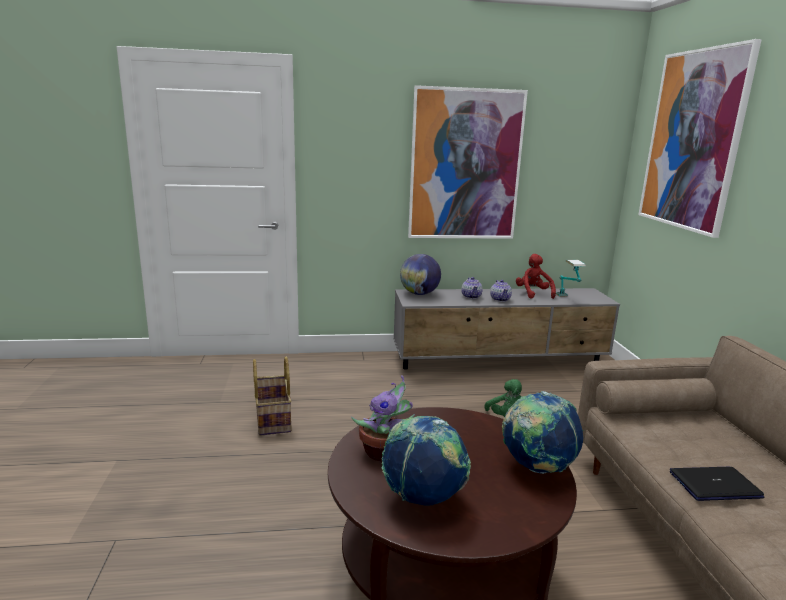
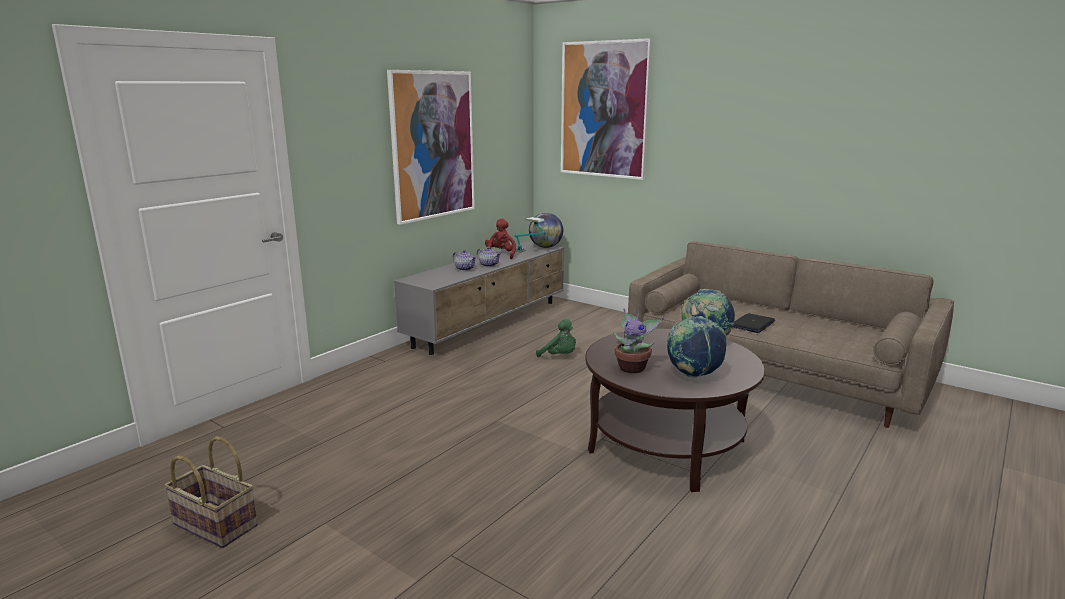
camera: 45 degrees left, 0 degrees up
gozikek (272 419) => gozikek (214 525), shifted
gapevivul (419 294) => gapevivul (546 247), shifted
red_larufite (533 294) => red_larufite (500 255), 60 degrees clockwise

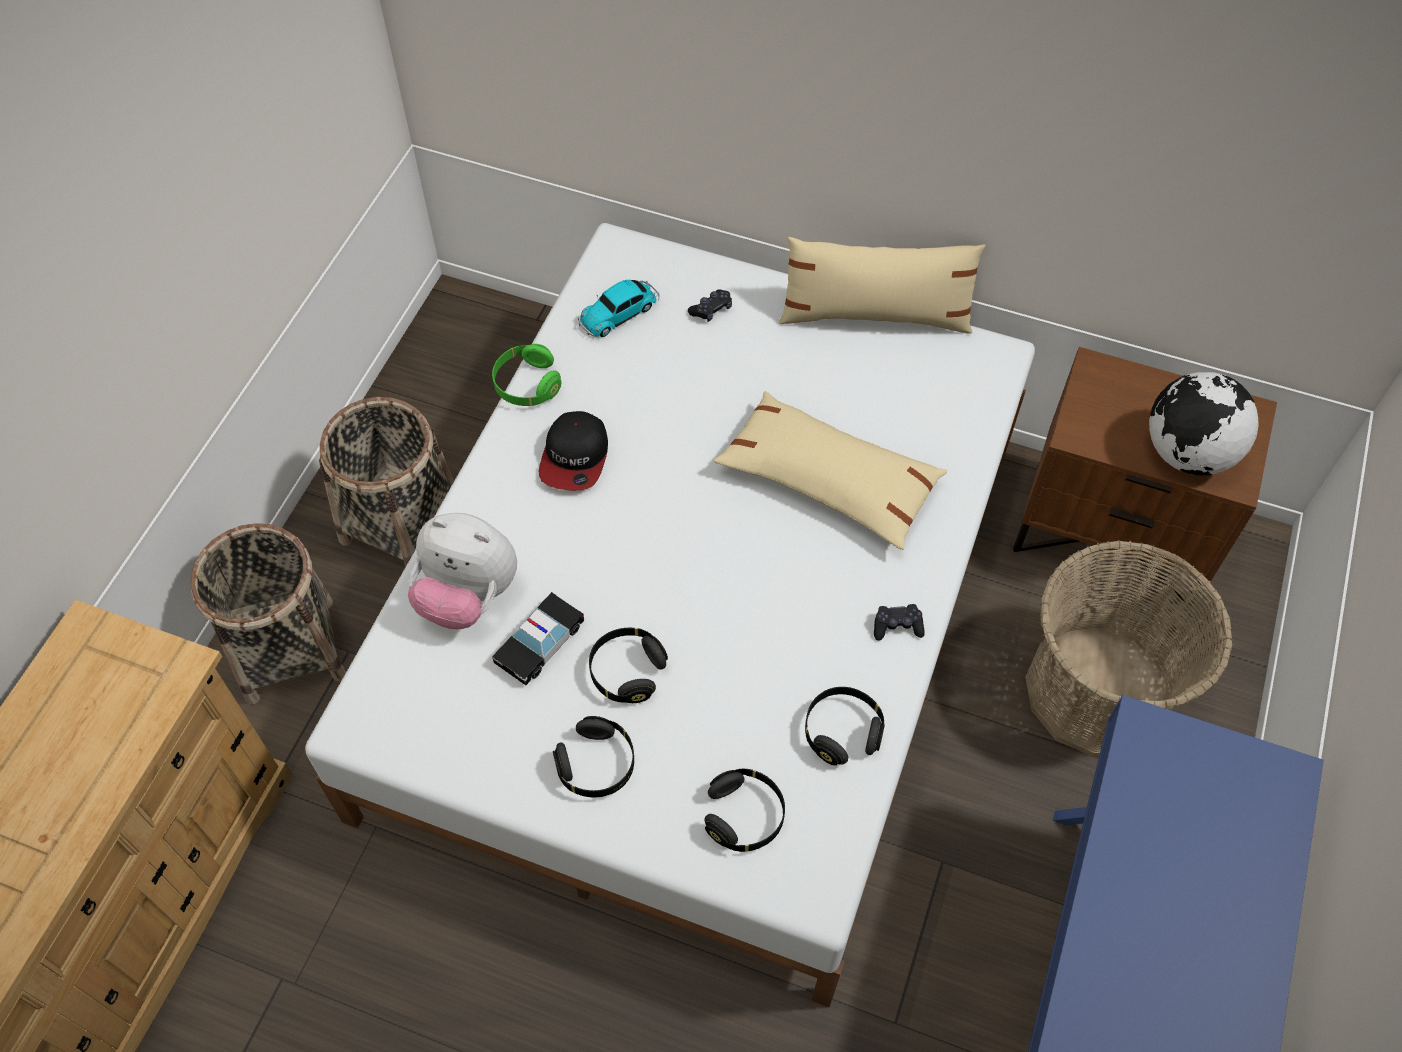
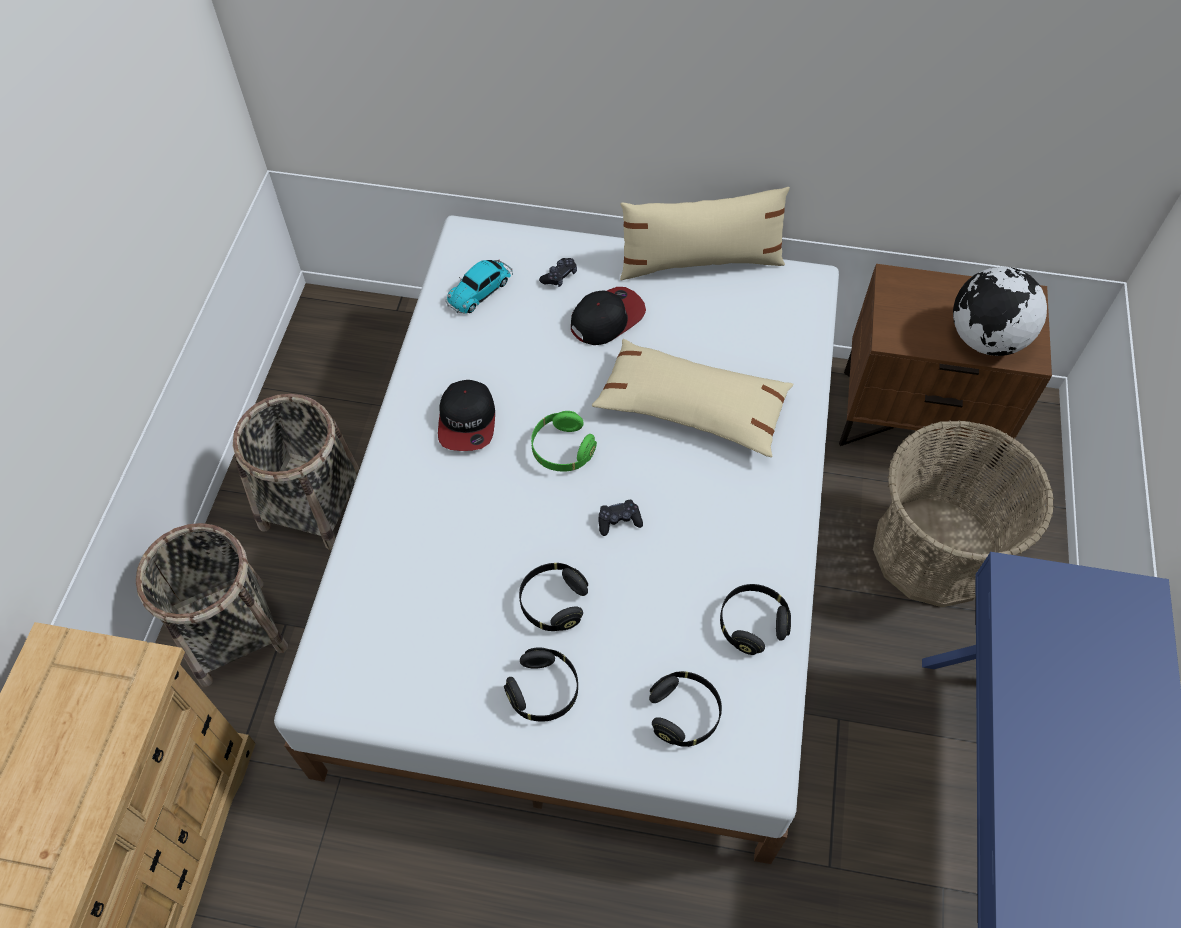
camera: 10 degrees left, 0 degrees up
larufite (467 596) => nothing
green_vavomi (527 385) => green_vavomi (562 450), shifted
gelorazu (539 644) => nothing
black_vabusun (897 626) => black_vabusun (619 521), shifted
nothing => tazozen (607 318)

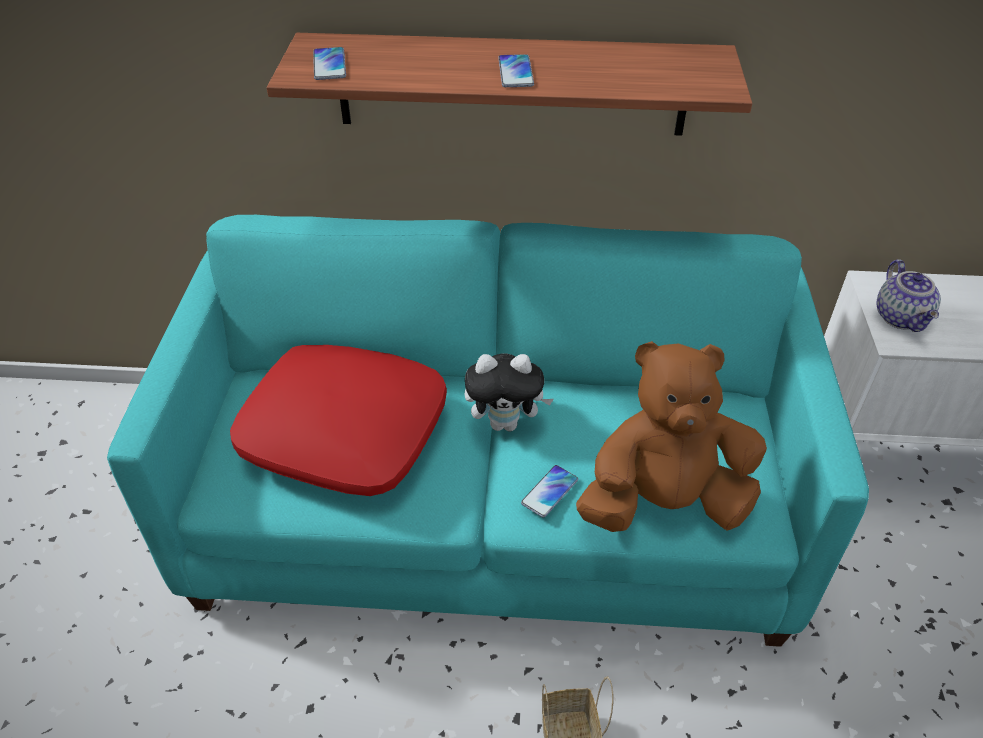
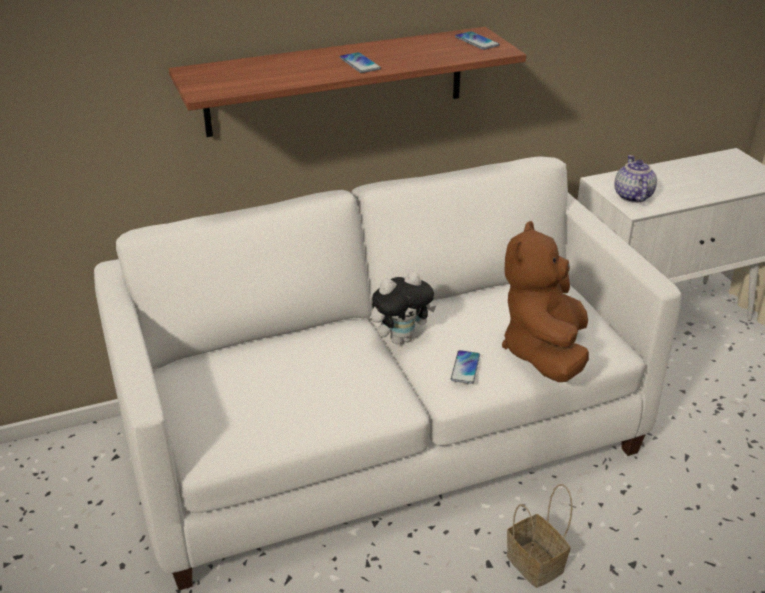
camera: 25 degrees left, 10 degrees down
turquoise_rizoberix (493 512) => white_rizoberix (383 438)
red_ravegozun (346 430) => nothing
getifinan (329 65) => getifinan (476 41), shifted
brown_larufite (664 502) => brown_larufite (544 352), 45 degrees counterclockwise
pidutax (902 318) => pidutax (631 196), 150 degrees counterclockwise

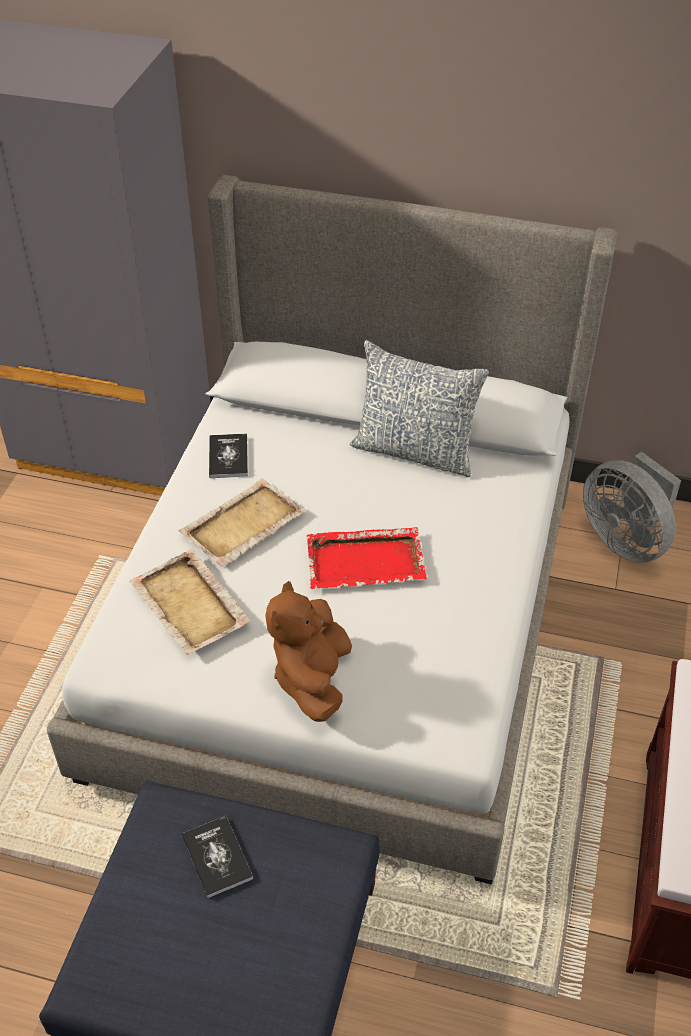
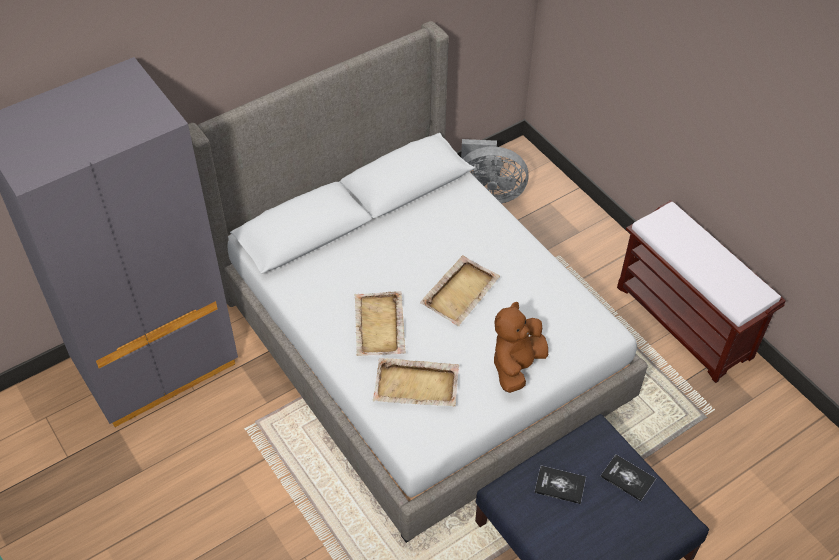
camera: 50 degrees left, 5 degrees up
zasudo (228 457) => zasudo (627 478), shifted
brown_larufite (312 679) => brown_larufite (516 366), 75 degrees clockwise
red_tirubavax (366 561) => beige_tirubavax (460 291)
ravegozun (415 451) => nothing

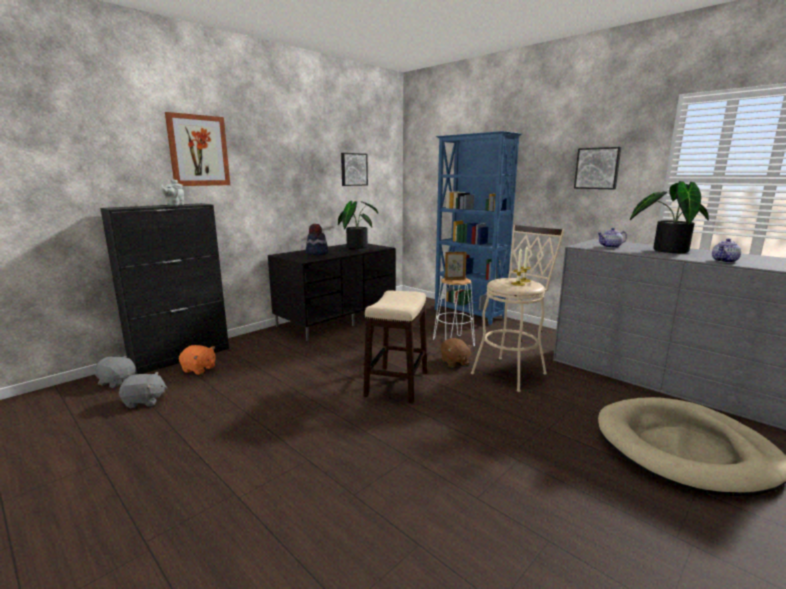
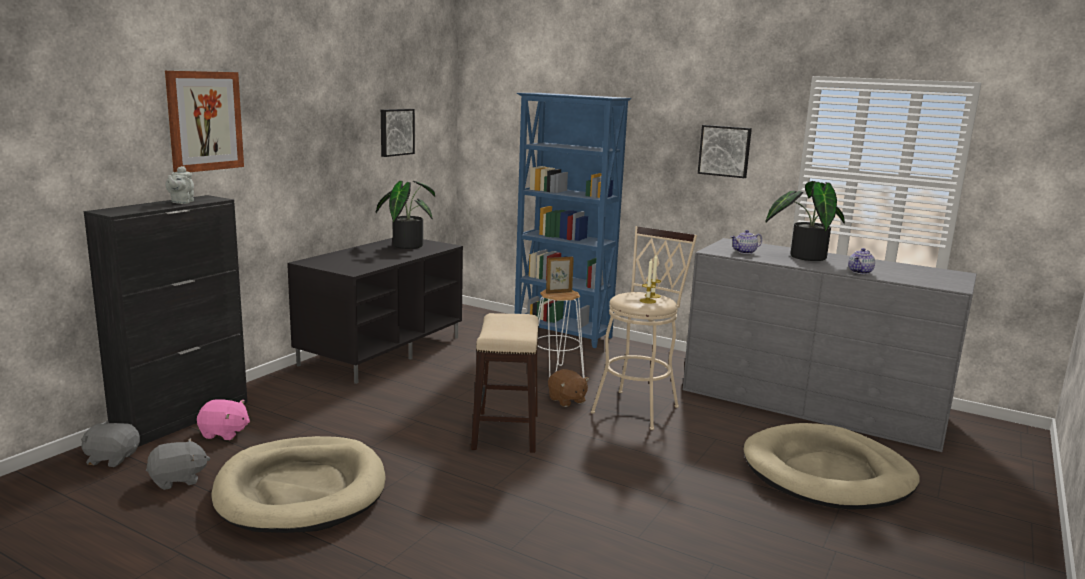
camera: 15 degrees left, 0 degrees up
orange_larufite (199 369) => pink_larufite (224 433)
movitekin (317 253) => nothing
nothing => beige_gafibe (301 490)

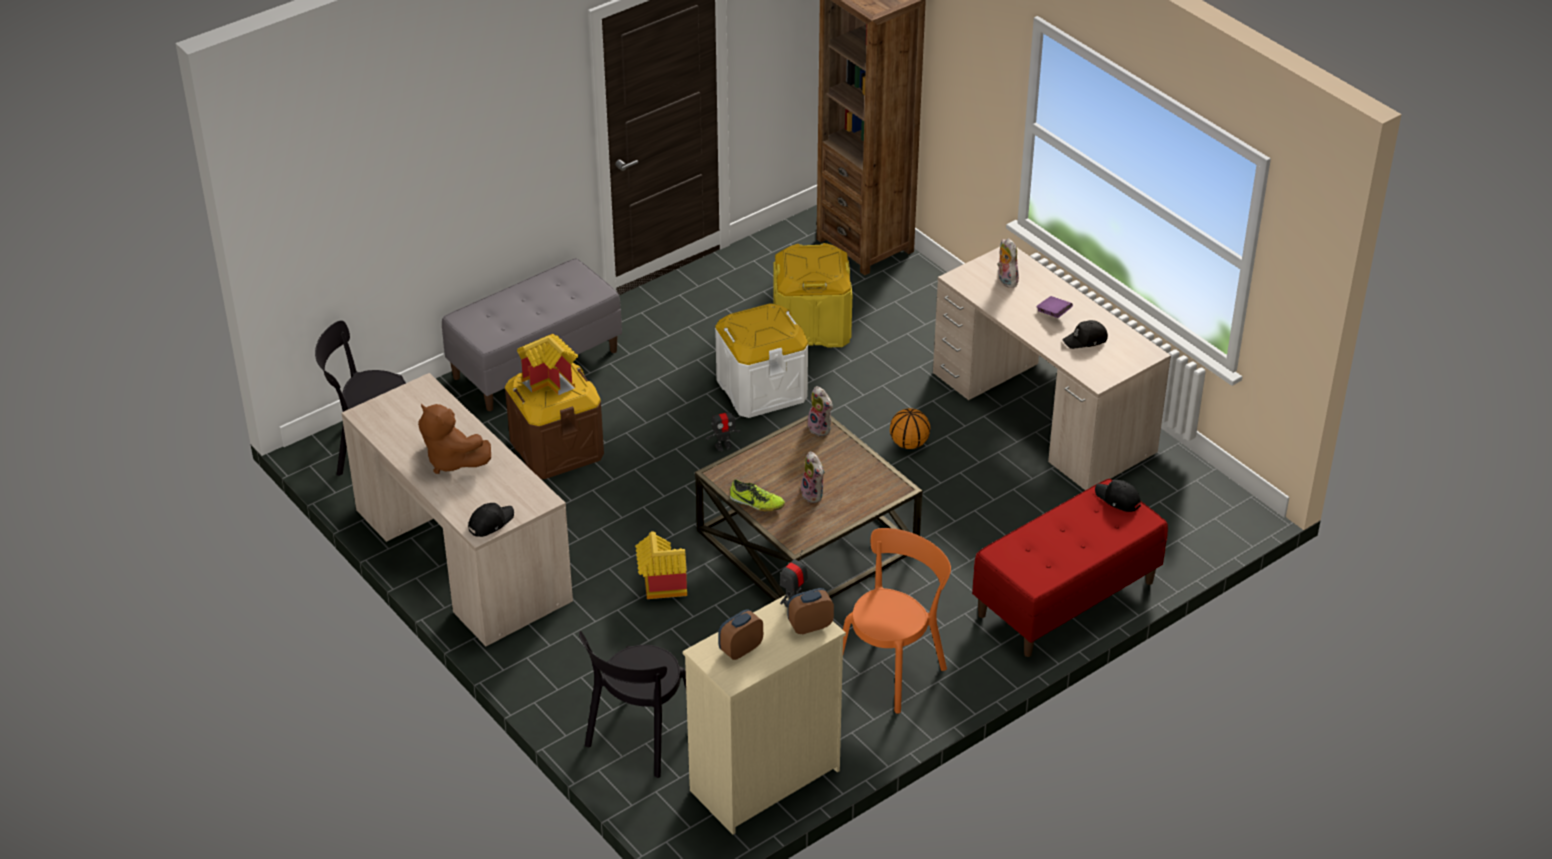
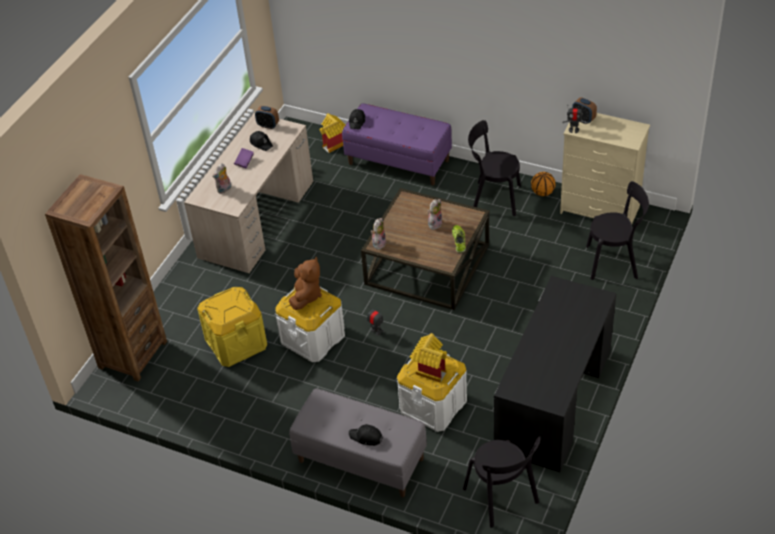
camera: 115 degrees left, 5 degrees up
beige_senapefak (463 554) => black_senapefak (553 399)
brown_larufite (452 461) => brown_larufite (306 296), shifted
black_tazozen (490 522) => black_tazozen (366 437), shifted
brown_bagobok (556 448) => white_bagobok (433 405)
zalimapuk (659 586) => zalimapuk (335 144), shifted
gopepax (740 649) => gopepax (268 125), shifted
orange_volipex (893 668) => black_volipex (493 198)
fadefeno (909 444) => fadefeno (543 192), shifted
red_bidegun (1066 599) => purple_bidegun (399 162)

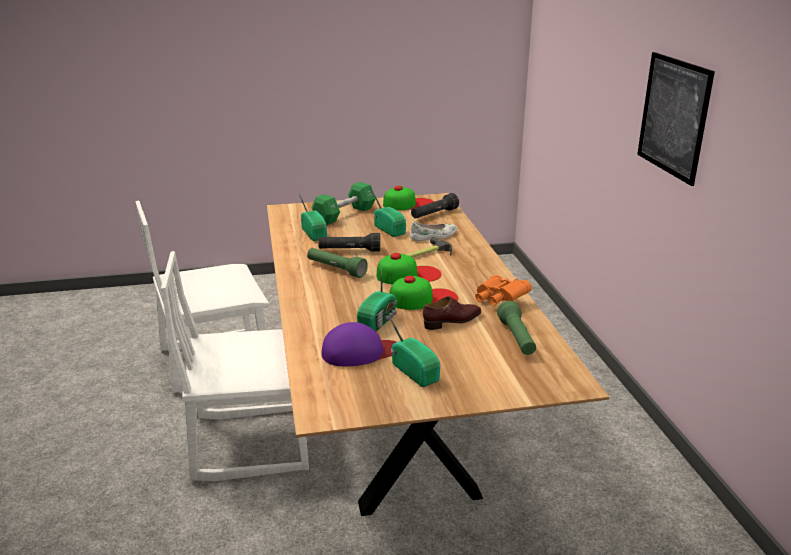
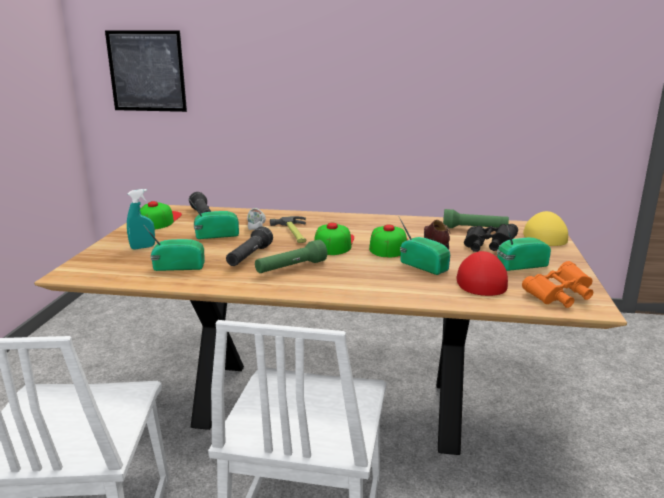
camera: 70 degrees left, 5 degrees down
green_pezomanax (344 214) => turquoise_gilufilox (143 247)
purple_tazozen (359 352) => red_tazozen (480 280)
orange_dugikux (499 300) => orange_dugikux (559 297), shifted
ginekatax (673 116) => ginekatax (146 71), shifted
nothing => black_dugikux (487 247)
nothing => yellow_tazozen (543 235)

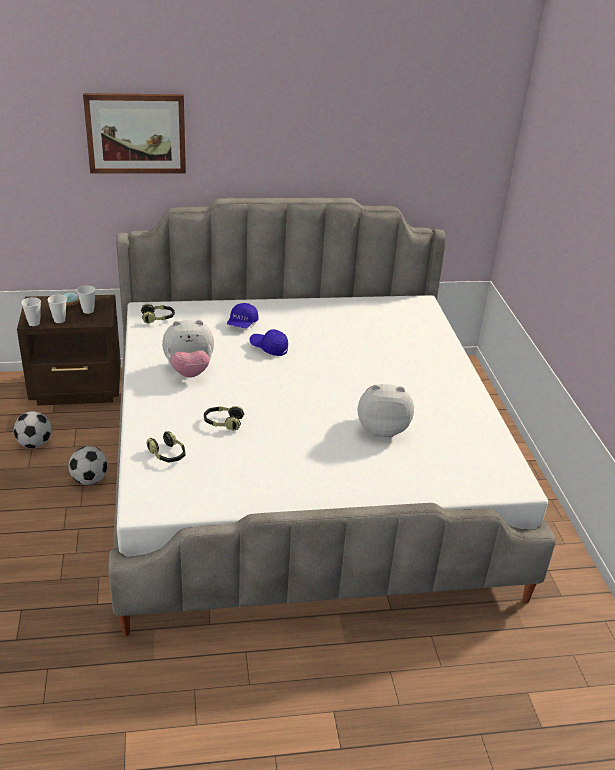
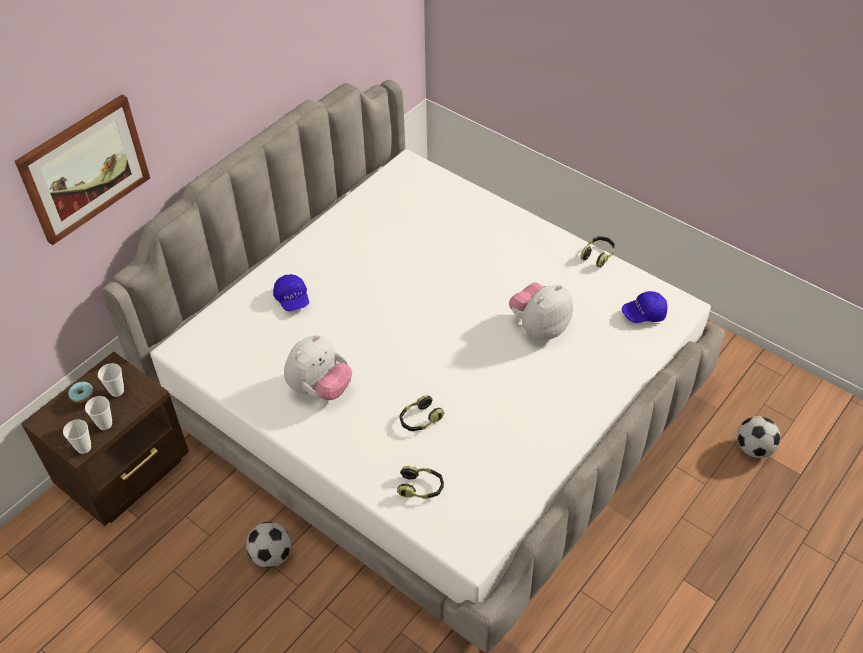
camera: 40 degrees left, 15 degrees up
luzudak (35 444) => luzudak (754 448), shifted
vavomi (158 318) => vavomi (598 255), shifted
blue_tazozen (269 348) => blue_tazozen (643 314), shifted

